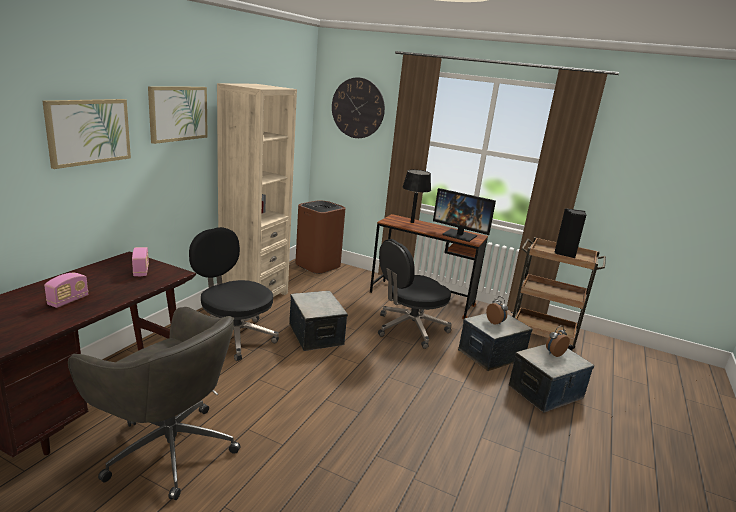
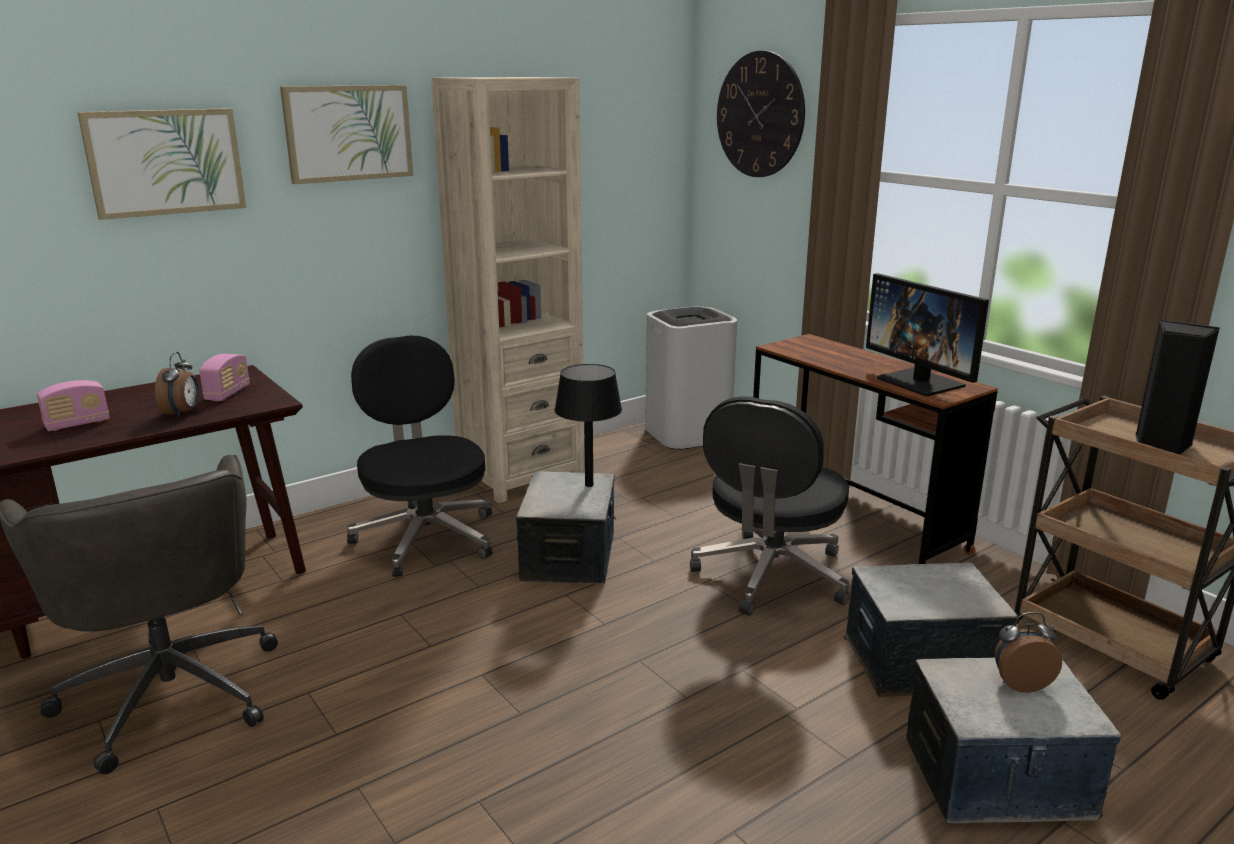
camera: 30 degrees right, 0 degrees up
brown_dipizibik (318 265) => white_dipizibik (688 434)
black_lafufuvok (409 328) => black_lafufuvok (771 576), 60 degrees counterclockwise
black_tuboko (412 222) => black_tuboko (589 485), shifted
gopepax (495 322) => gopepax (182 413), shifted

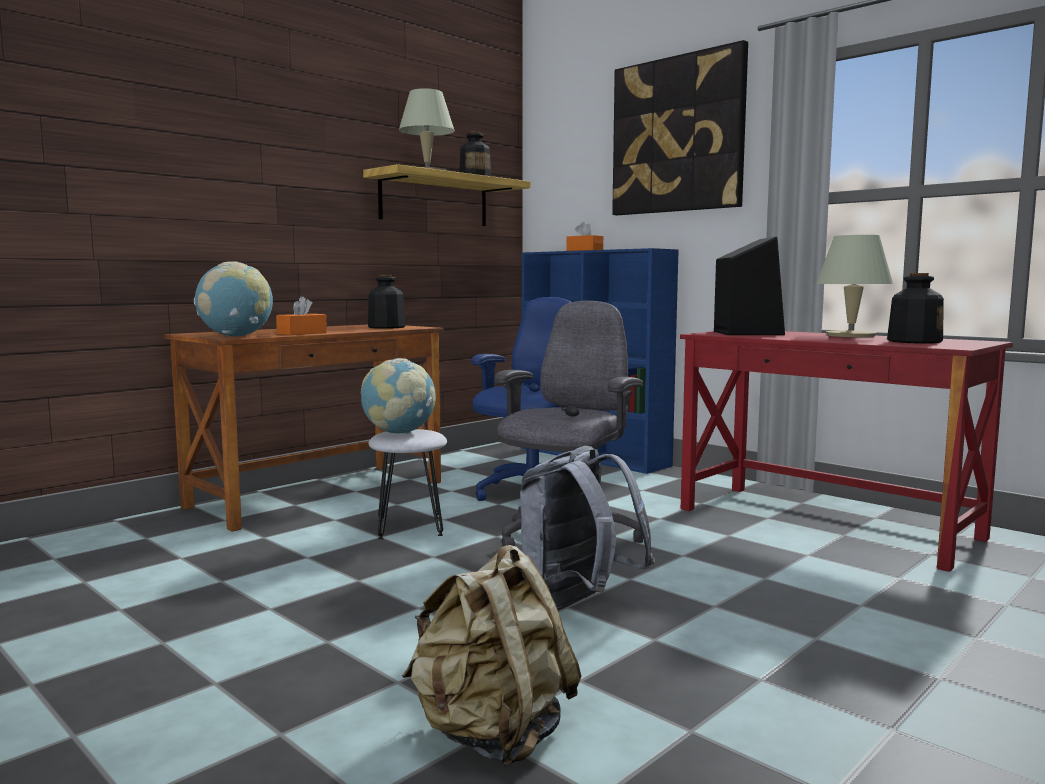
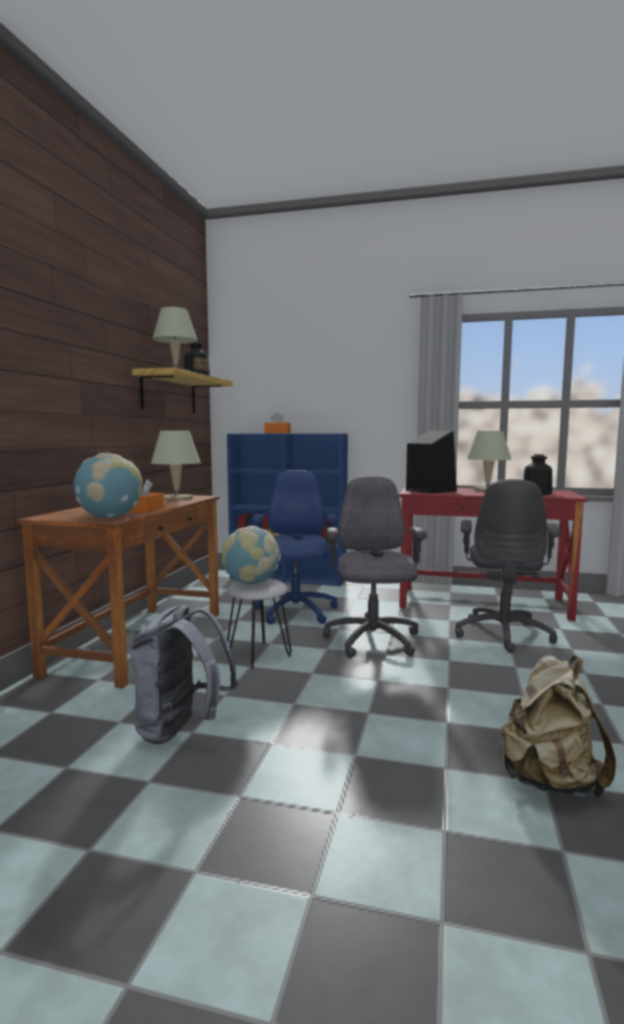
camera: 30 degrees left, 0 degrees up
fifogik (386 327) => beige_tuboko (176 498)
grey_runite (576 606) => grey_runite (181 730), shifted
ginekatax (677 135) => nothing
nothing => grey_lafufuvok (504 634)

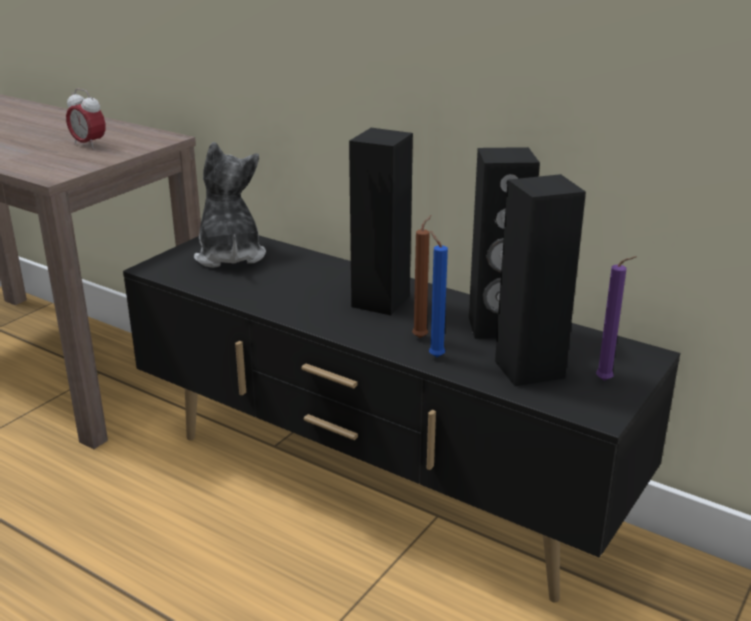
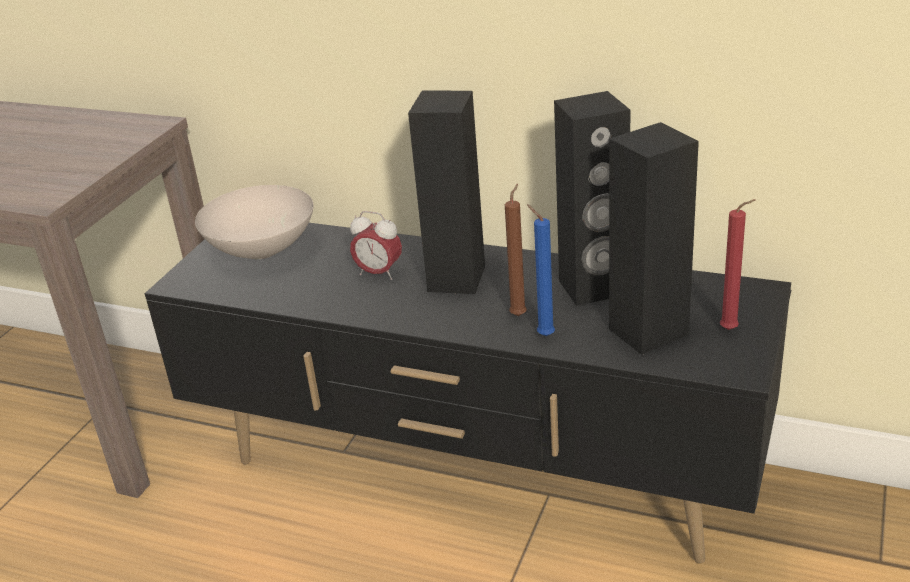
camera: 10 degrees left, 5 degrees up
gopepax (88 145) => gopepax (379 273), shifted
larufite (229 255) => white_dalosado (260 251)
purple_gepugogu (606 381) => red_gepugogu (732 330)

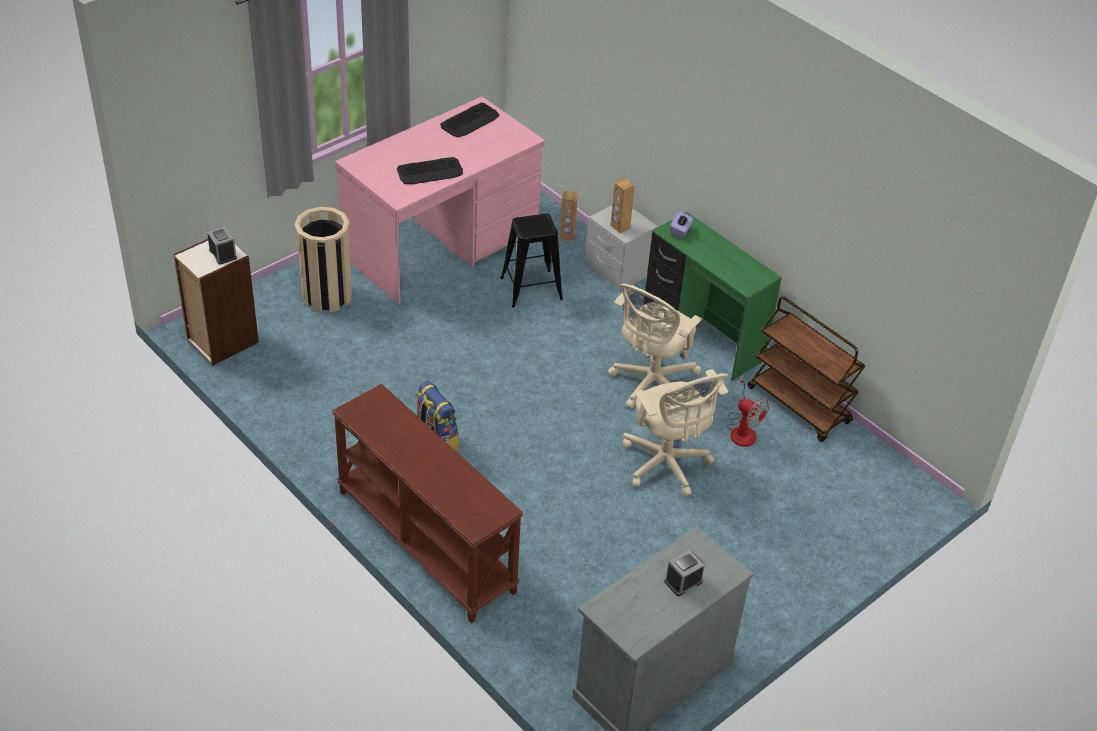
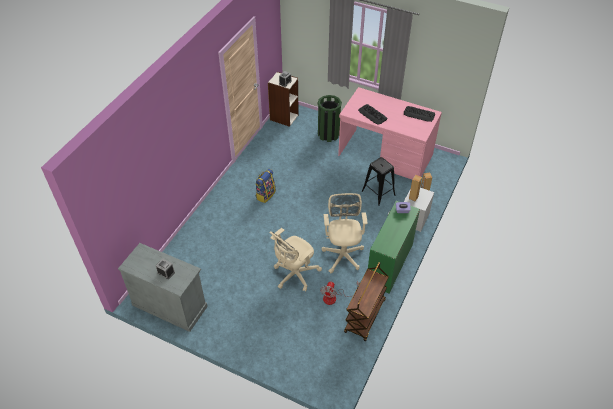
camera: 70 degrees right, 5 degrees up
beige_dipizibik (327 296) => green_dipizibik (328 134)
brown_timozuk (424 541) => nothing
beige_lafufuvok (650 384) => beige_lafufuvok (343 254), 75 degrees clockwise

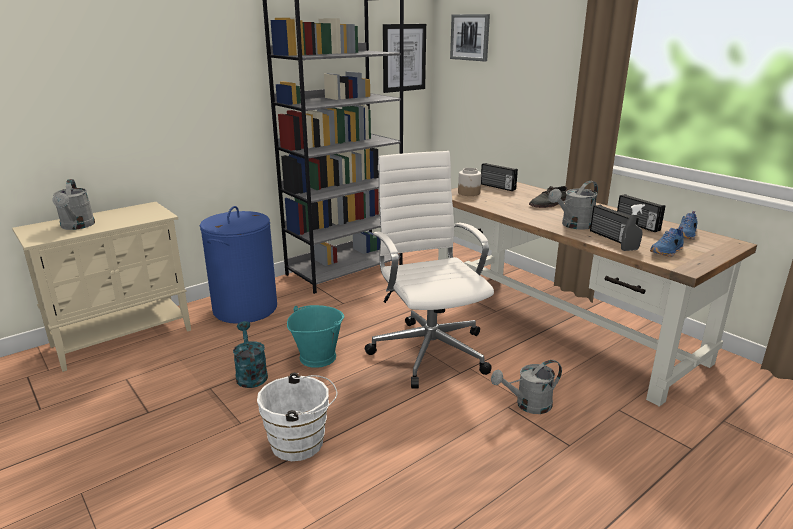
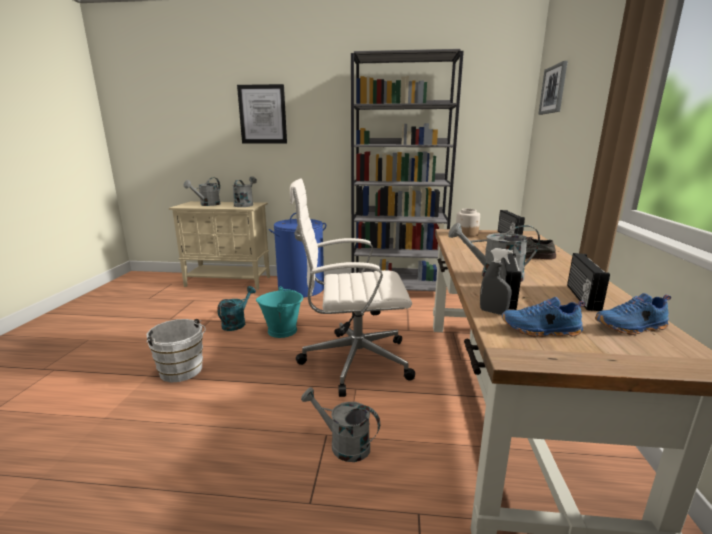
camera: 45 degrees right, 5 degrees down
white_lafufuvok (429 350) => white_lafufuvok (352 361), 120 degrees counterclockwise
ginekatax (404 58) => ginekatax (262 114), shifted
nothing => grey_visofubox (245 205)

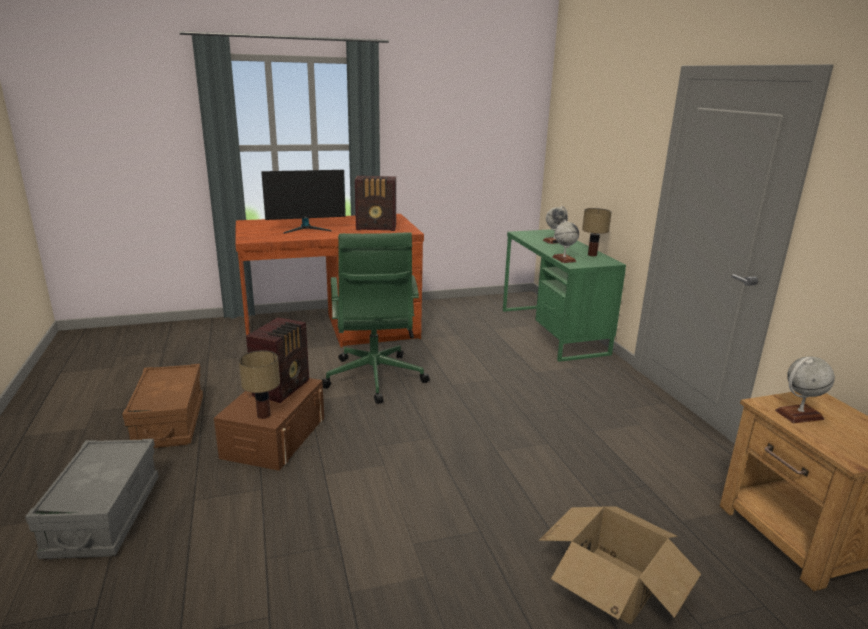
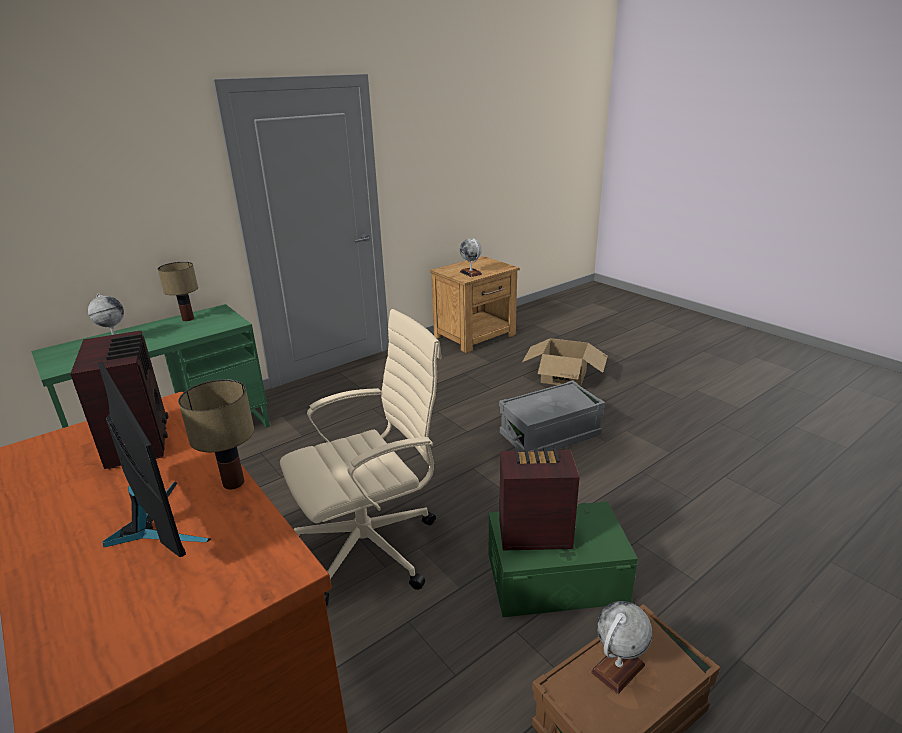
camera: 110 degrees left, 5 degrees up
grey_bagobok (104 516) => grey_bagobok (549 435), shifted
brown_bagobok (274 436) => green_bagobok (555 577)
tuboko (264 415) => tuboko (234 482), shifted
green_lafufuvok (374 379) => beige_lafufuvok (371 547)
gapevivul (564 259) => gapevivul (618 668), shifted

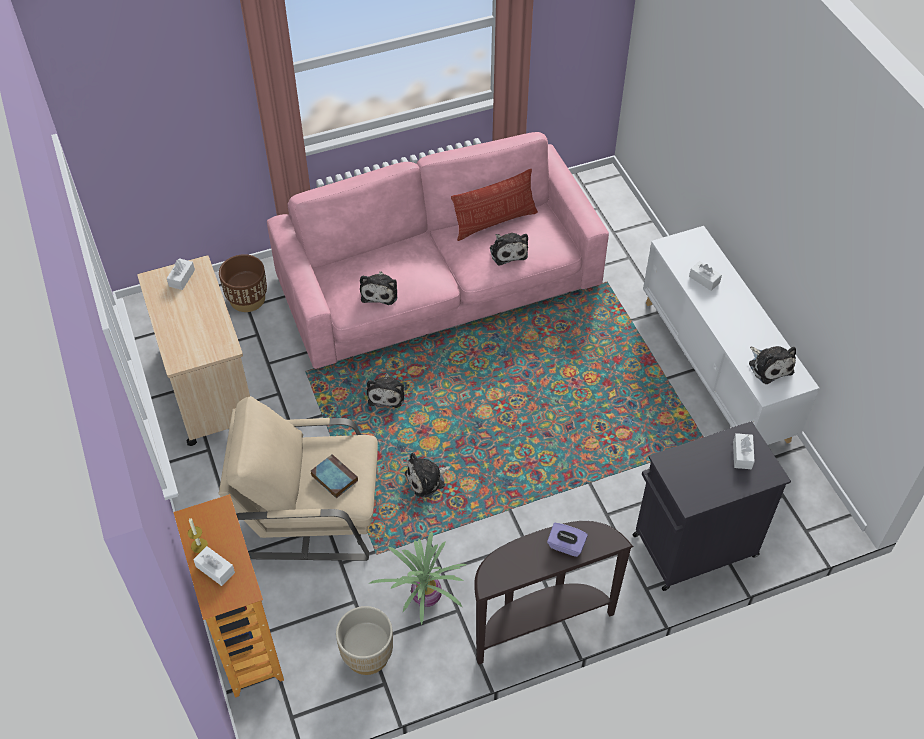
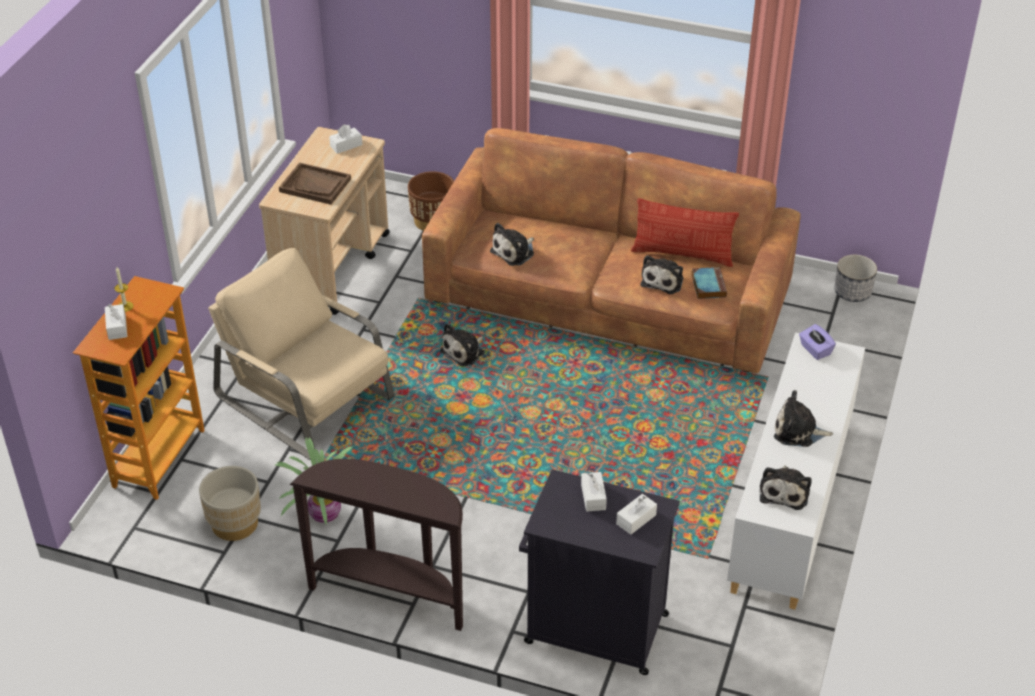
camera: 40 degrees right, 10 degrees down
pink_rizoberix (439 282) => brown_rizoberix (608 294)
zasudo (333 477) => zasudo (708 285), shifted
larufite (427 479) => larufite (798 431), shifted
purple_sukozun (566 546) => purple_sukozun (815 350), shifted
white_sukozun (704 279) => white_sukozun (593 497), shifted
nothing => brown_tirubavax (315 185)
nothing => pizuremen (852 292)

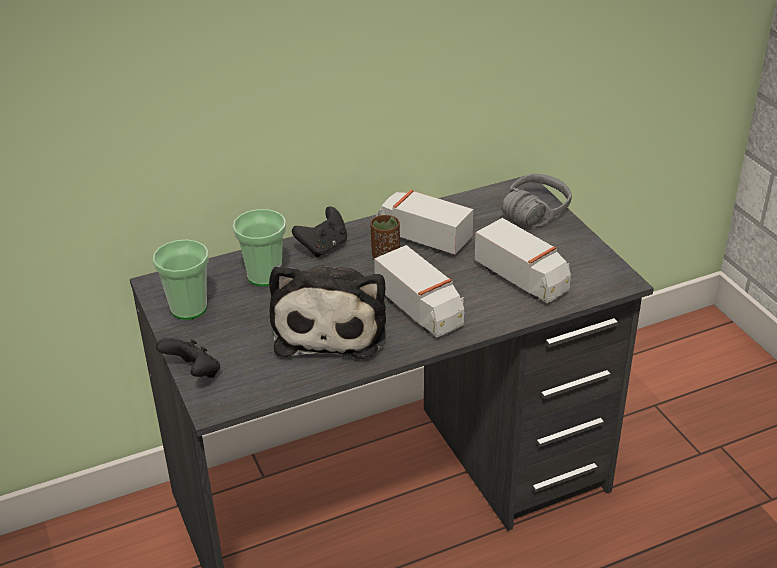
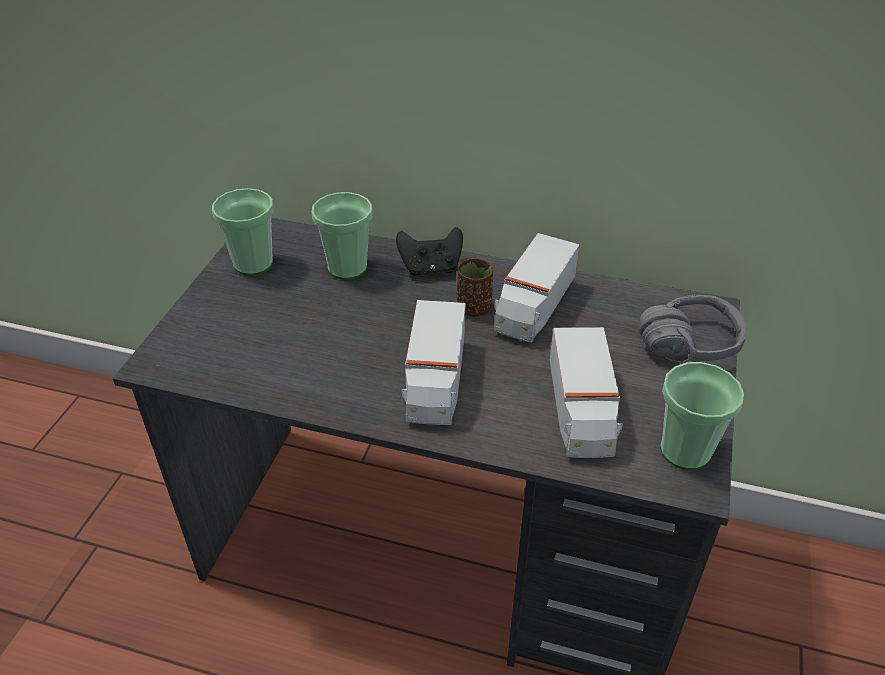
camera: 40 degrees right, 5 degrees up
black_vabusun (194 373) => nothing
larufite (331 326) => nothing
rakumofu (422 237) => rakumofu (533 308), 135 degrees counterclockwise
nothing => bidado (685 451)

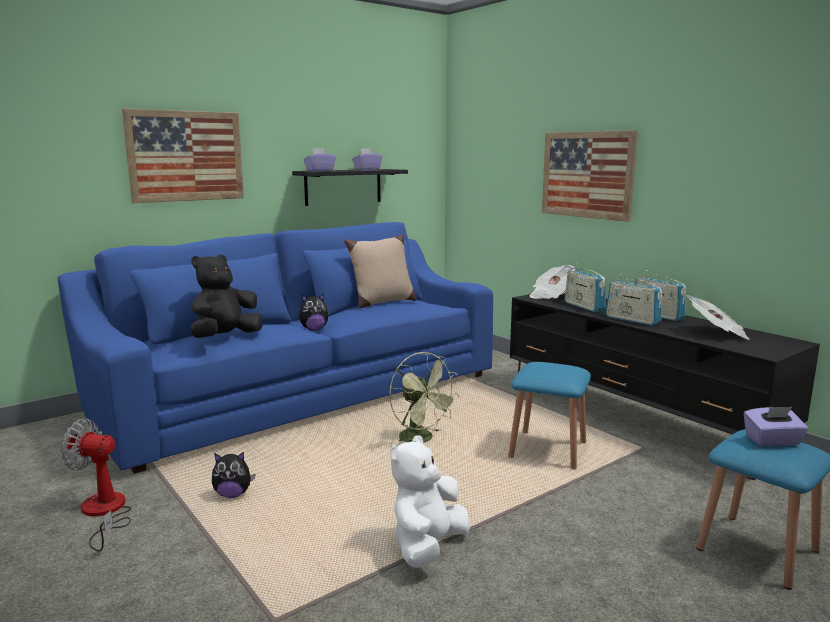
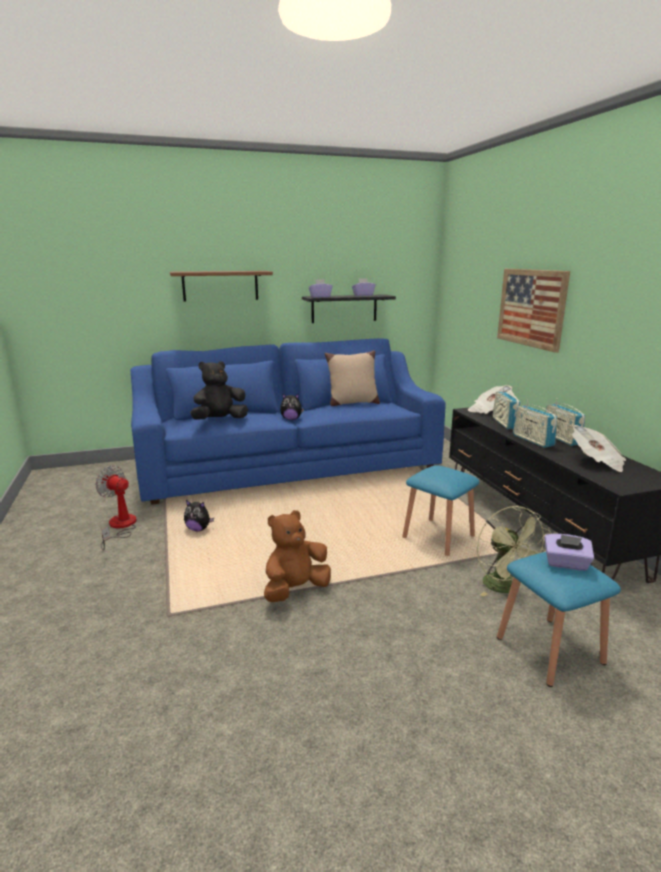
camera: 20 degrees right, 5 degrees up
ginekatax (186 156) => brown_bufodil (220 285)
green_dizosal (422 439) => green_dizosal (505 588), shifted
white_larufite (427 546) => brown_larufite (295 590)

